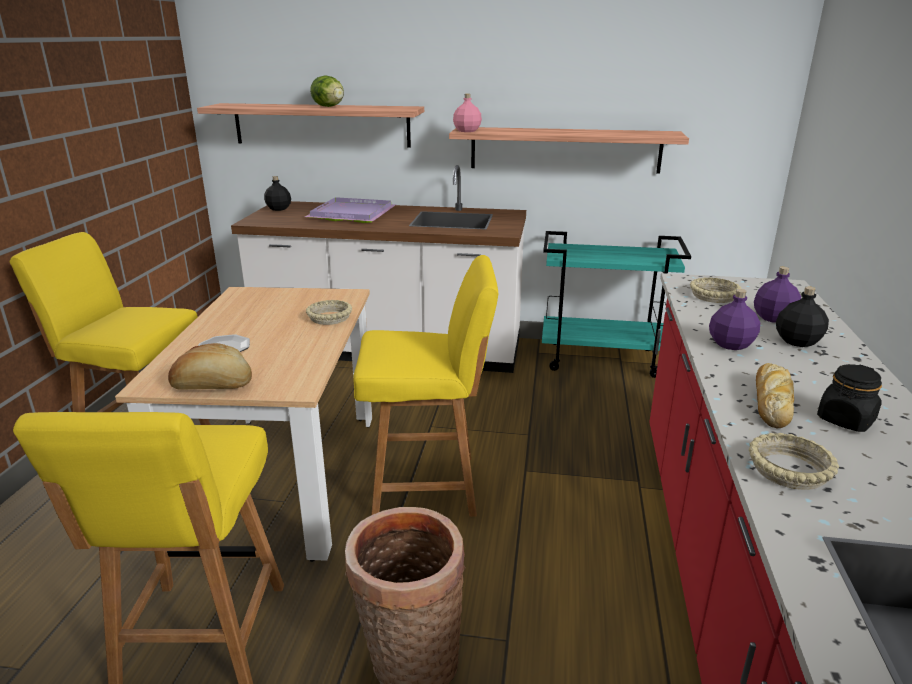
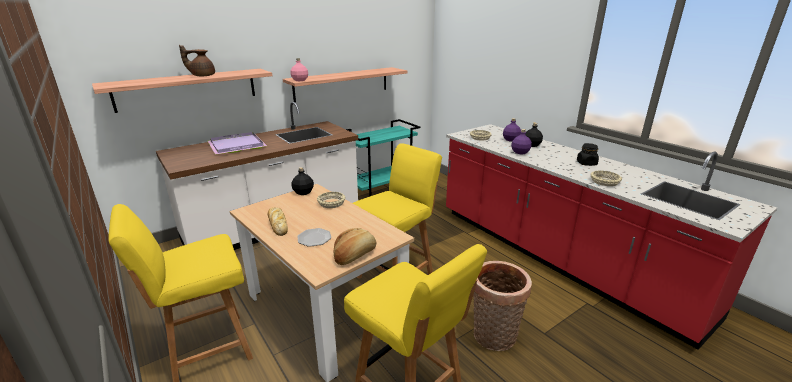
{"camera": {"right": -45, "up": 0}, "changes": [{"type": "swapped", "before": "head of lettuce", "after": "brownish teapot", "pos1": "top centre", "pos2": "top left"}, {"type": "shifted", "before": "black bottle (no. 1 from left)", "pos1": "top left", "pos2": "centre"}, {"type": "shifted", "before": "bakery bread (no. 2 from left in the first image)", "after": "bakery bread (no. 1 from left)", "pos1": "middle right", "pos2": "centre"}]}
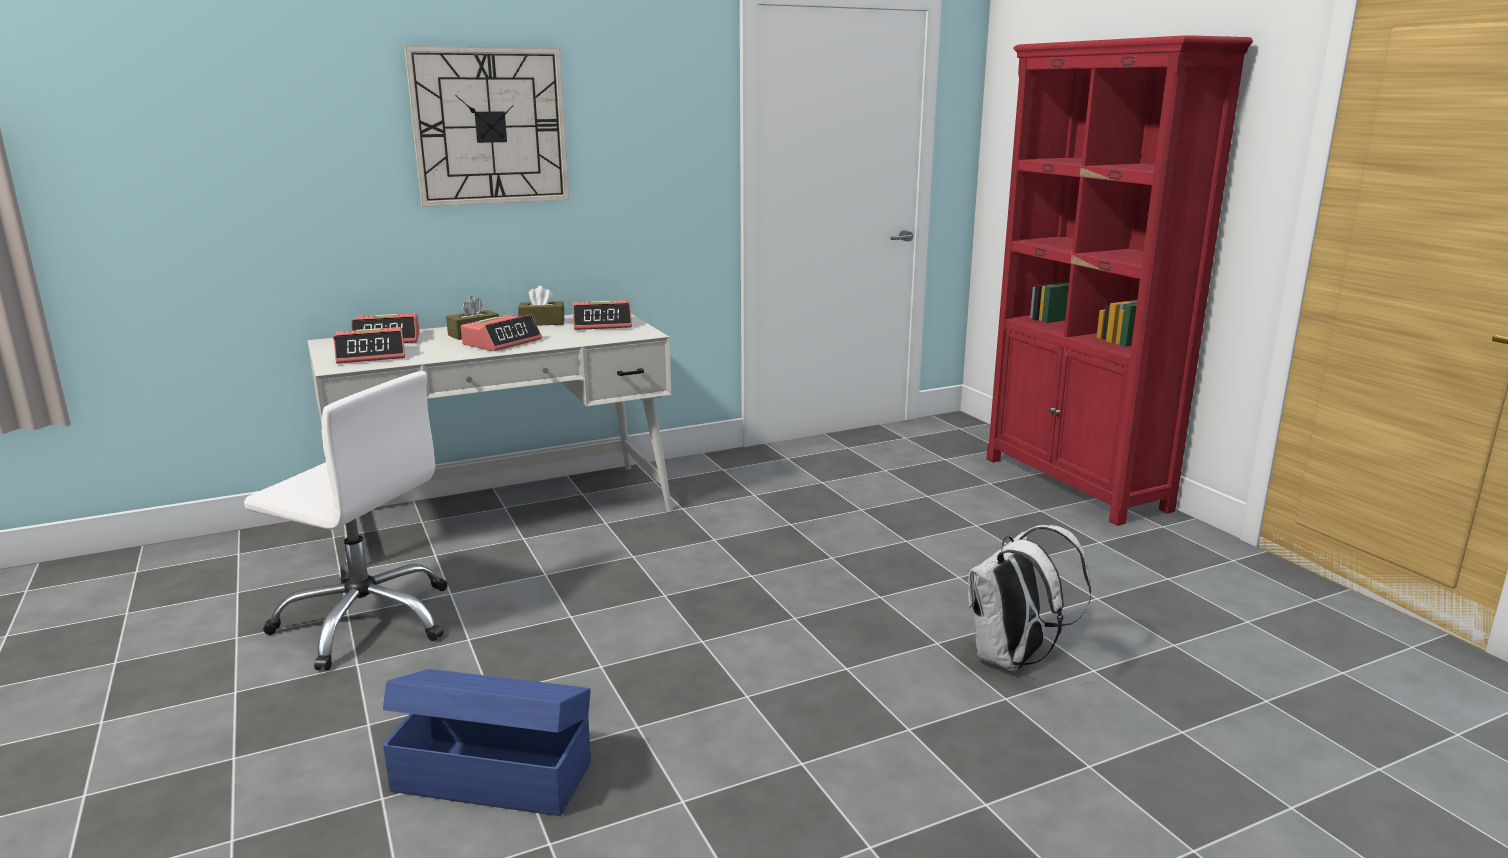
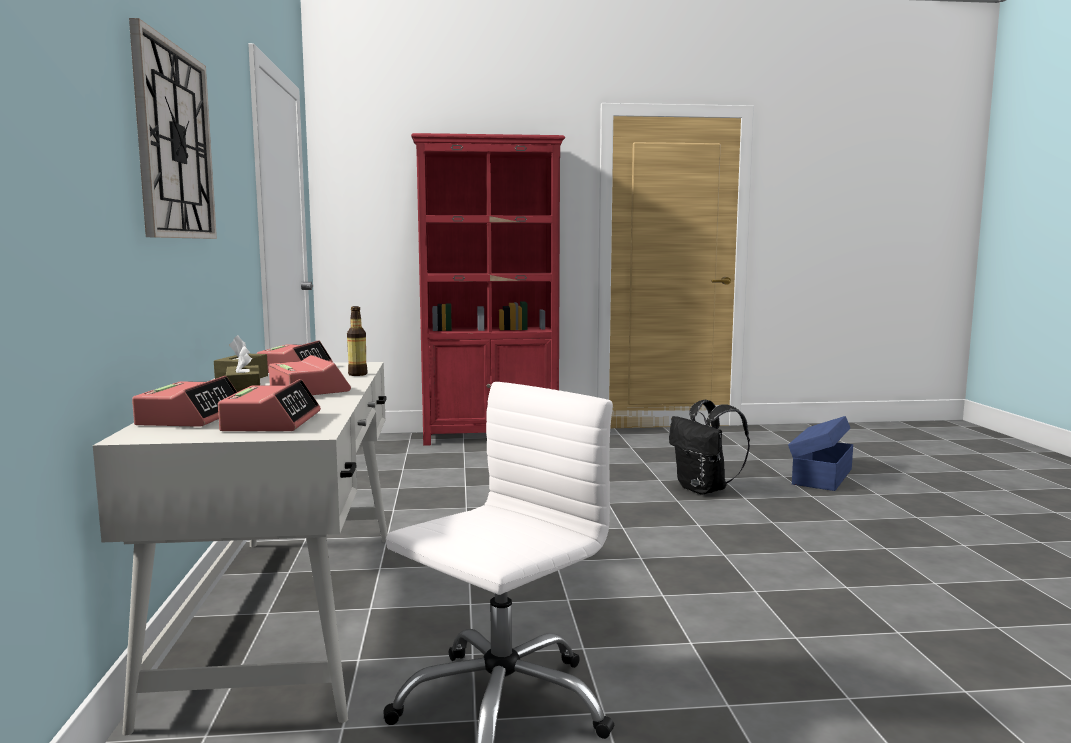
{"camera": {"right": -70, "up": -10}, "changes": [{"type": "repainted", "before": "whitish backpack", "after": "black backpack", "pos1": "bottom right", "pos2": "centre"}, {"type": "shifted", "before": "blue storage container", "pos1": "bottom left", "pos2": "middle right"}, {"type": "new", "after": "bottle", "pos2": "centre"}]}
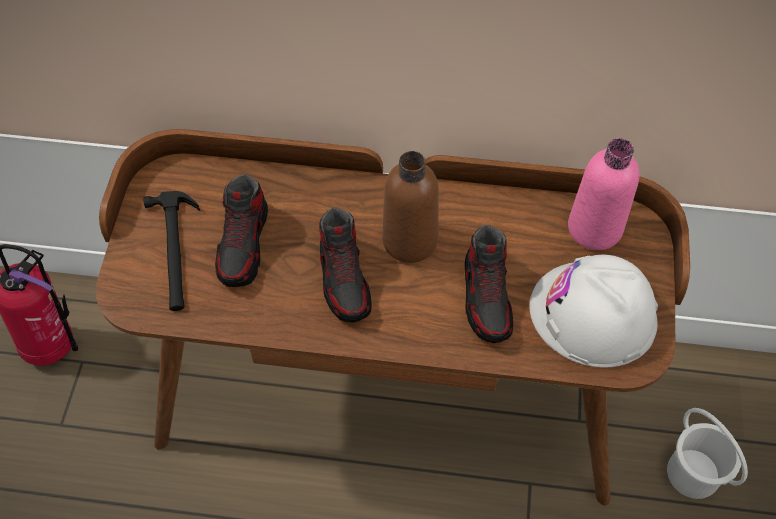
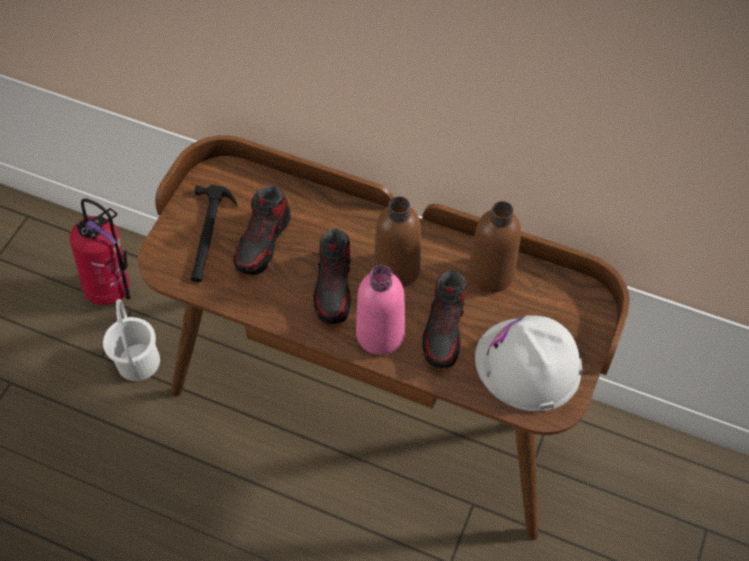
{"camera": {"right": 15, "up": 0}, "changes": [{"type": "shifted", "before": "pink-coloured bottle", "pos1": "middle right", "pos2": "centre"}, {"type": "shifted", "before": "whitish pail", "pos1": "bottom right", "pos2": "middle left"}, {"type": "new", "after": "brownish bottle (no. 2 from left)", "pos2": "centre"}]}
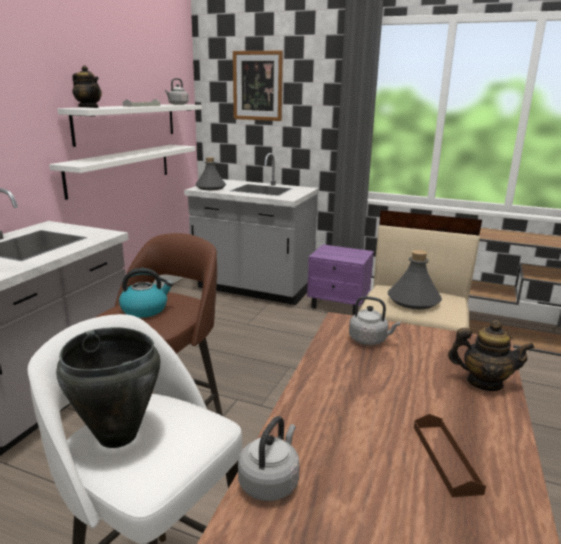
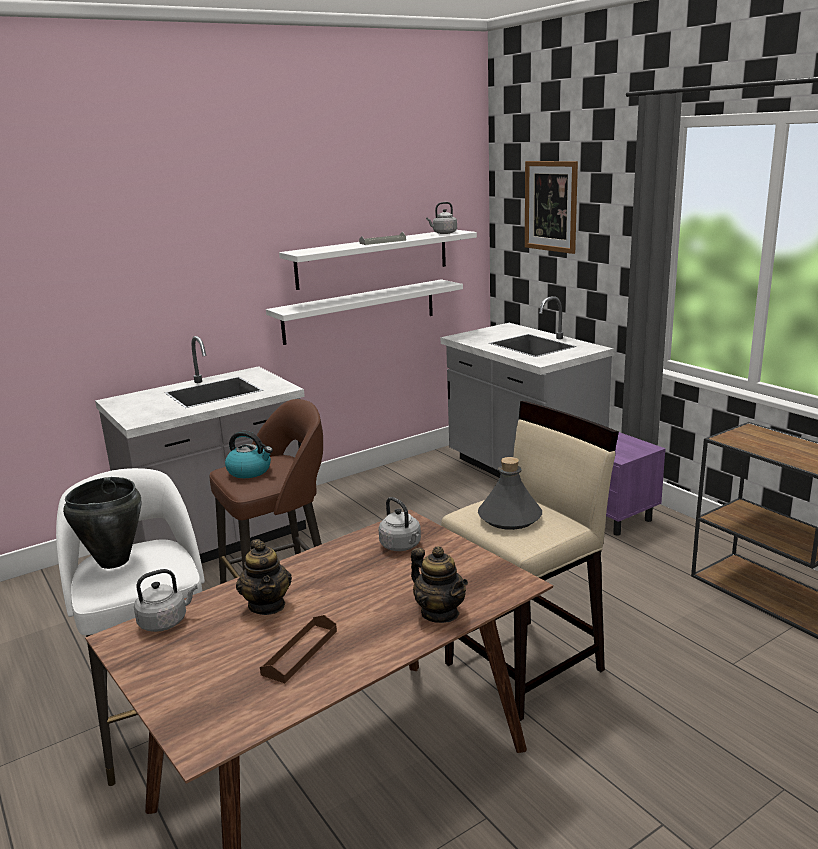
{"camera": {"right": 35, "up": 0}, "changes": [{"type": "shifted", "before": "teapot (no. 1 from left)", "pos1": "top left", "pos2": "bottom left"}, {"type": "gone", "before": "grey bottle (no. 1 from left)", "pos1": "top centre"}]}
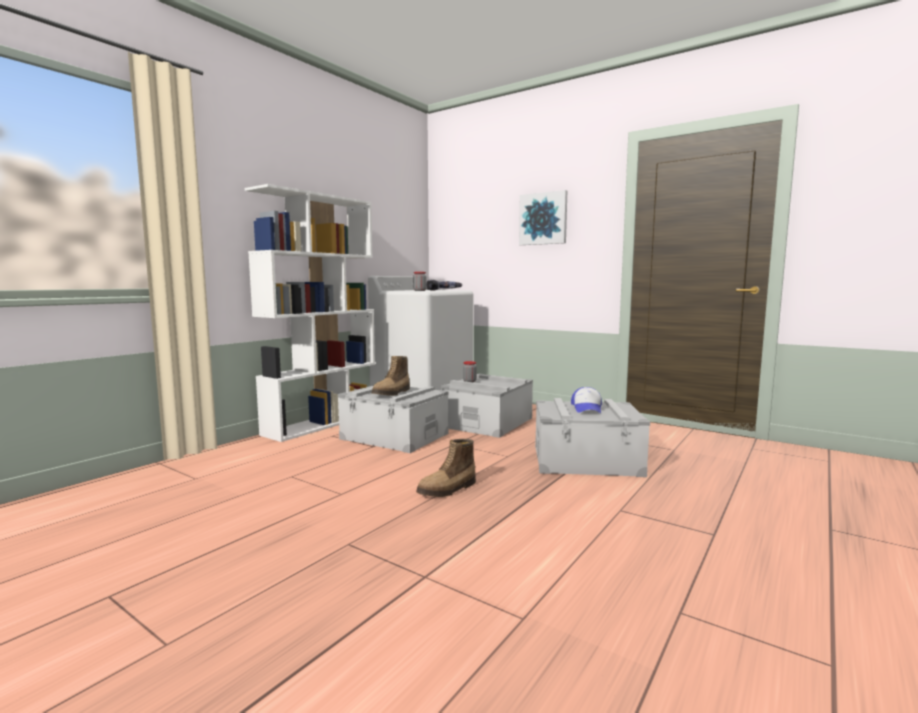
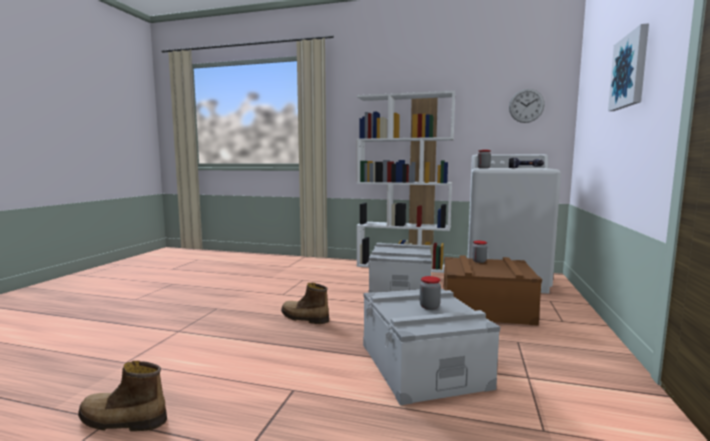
{"camera": {"right": 70, "up": 0}, "changes": [{"type": "shifted", "before": "high-top boot (no. 1 from left)", "pos1": "centre", "pos2": "bottom left"}, {"type": "repainted", "before": "grey storage container (no. 2 from left)", "after": "brownish storage container", "pos1": "centre", "pos2": "middle right"}, {"type": "swapped", "before": "cap", "after": "storage jar (no. 1 from left)", "pos1": "centre", "pos2": "centre"}, {"type": "new", "after": "hanging clock", "pos2": "top right"}]}
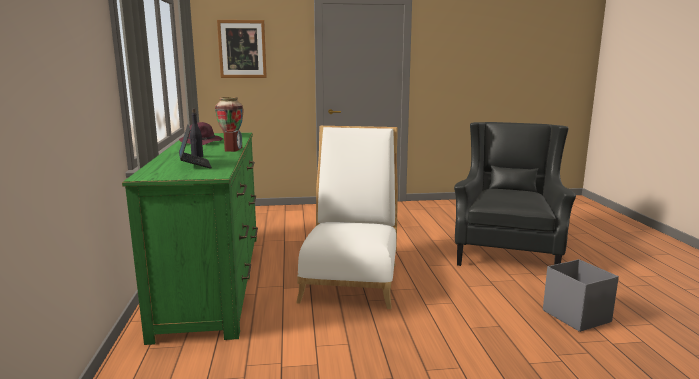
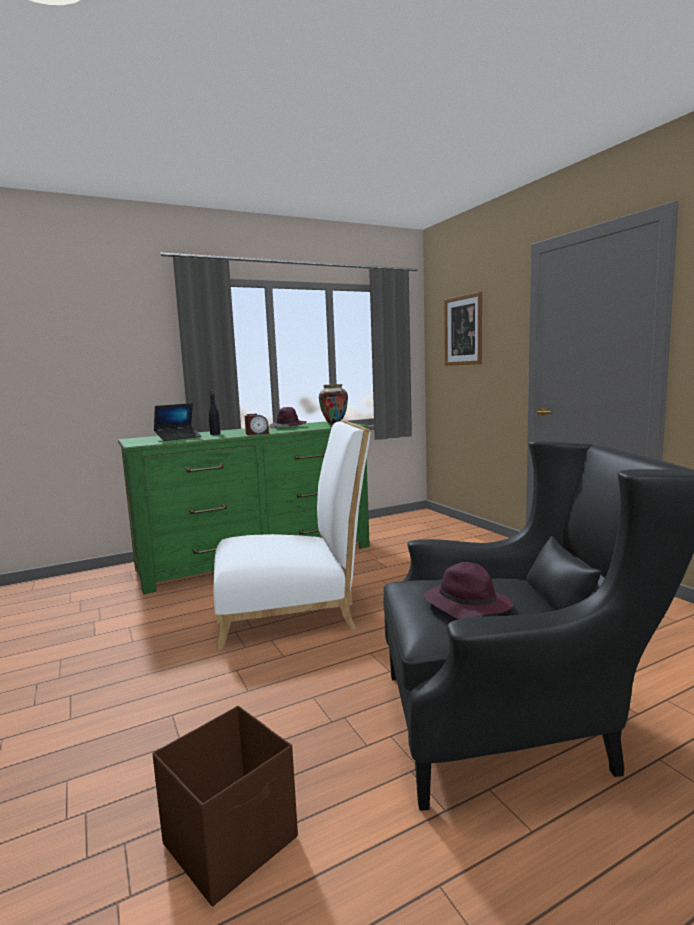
{"camera": {"right": 70, "up": -5}, "changes": [{"type": "repainted", "before": "grey storage container", "after": "brownish storage container", "pos1": "bottom right", "pos2": "bottom left"}, {"type": "new", "after": "purplish wearable hat (no. 2 from left)", "pos2": "middle right"}]}
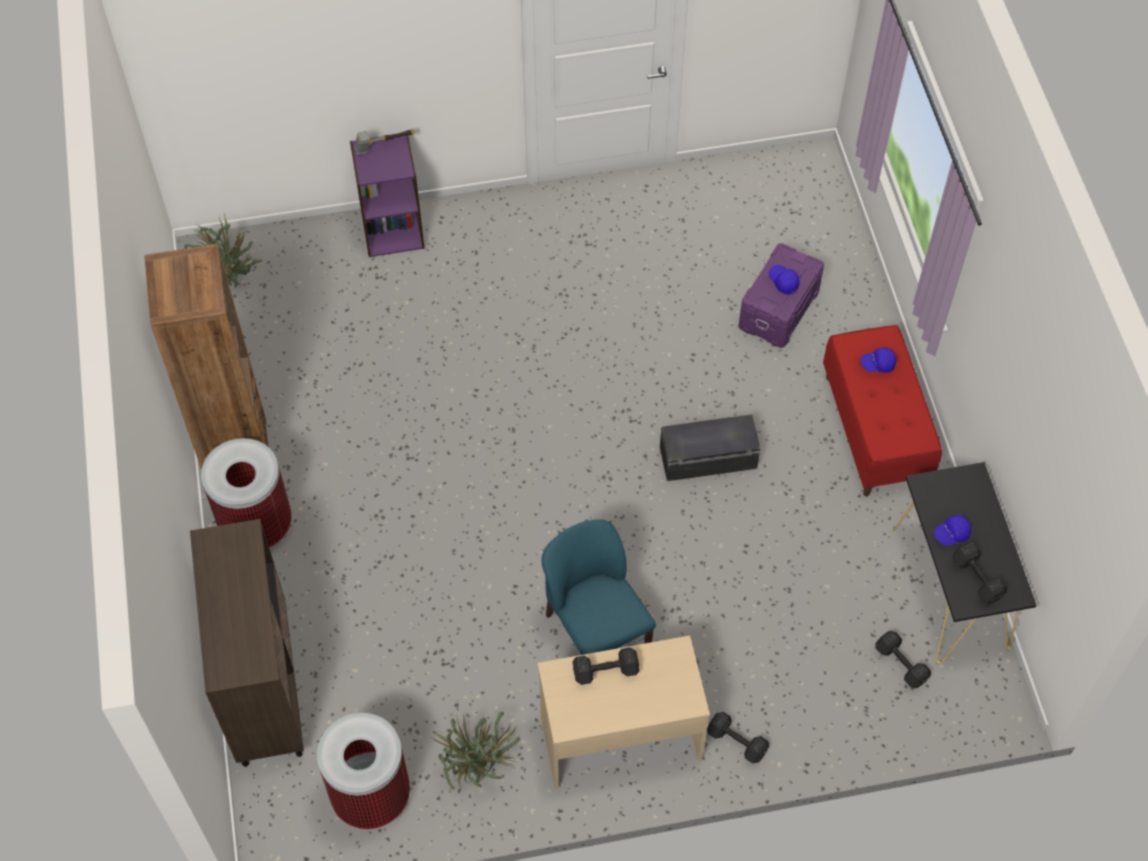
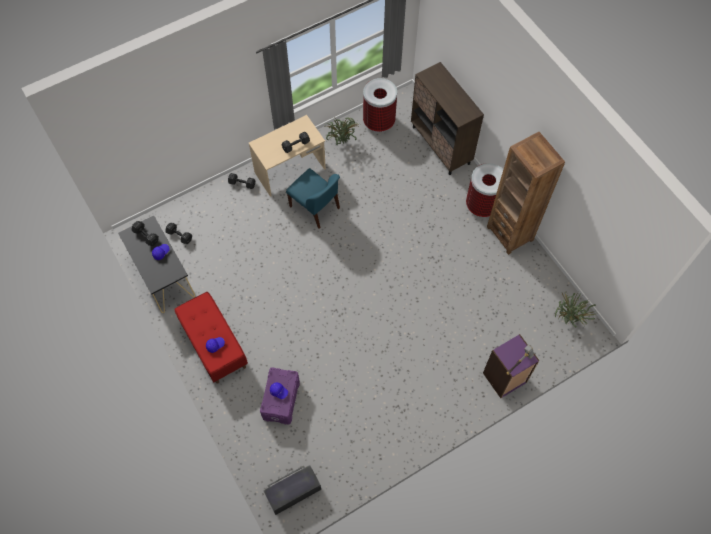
{"camera": {"right": 160, "up": 5}, "changes": [{"type": "shifted", "before": "black storage container", "pos1": "centre", "pos2": "bottom centre"}]}
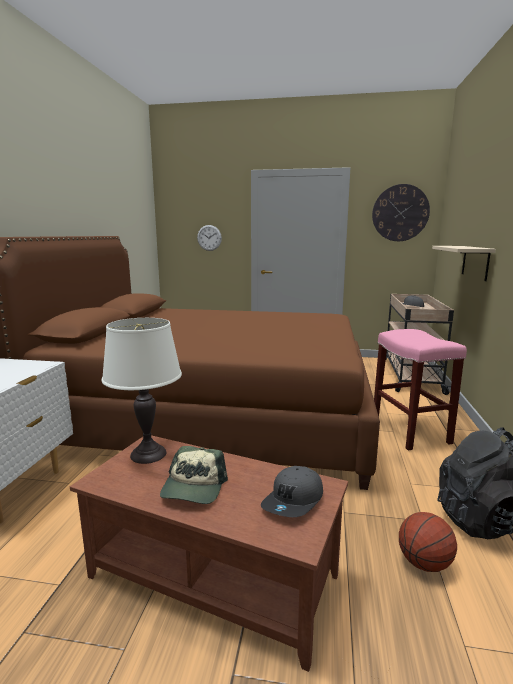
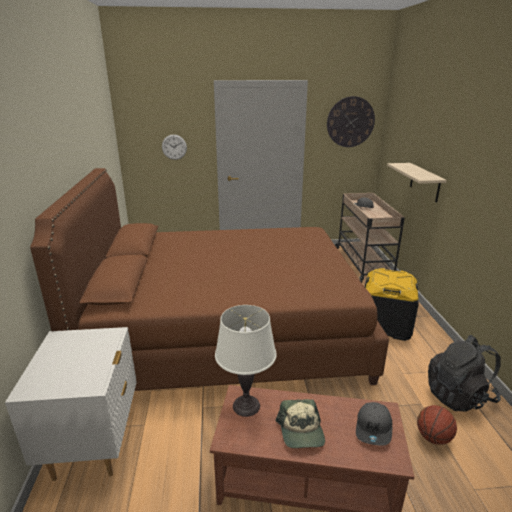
{"camera": {"right": -15, "up": 10}, "changes": [{"type": "swapped", "before": "pink-coloured stool seat", "after": "black storage container", "pos1": "middle right", "pos2": "middle right"}]}
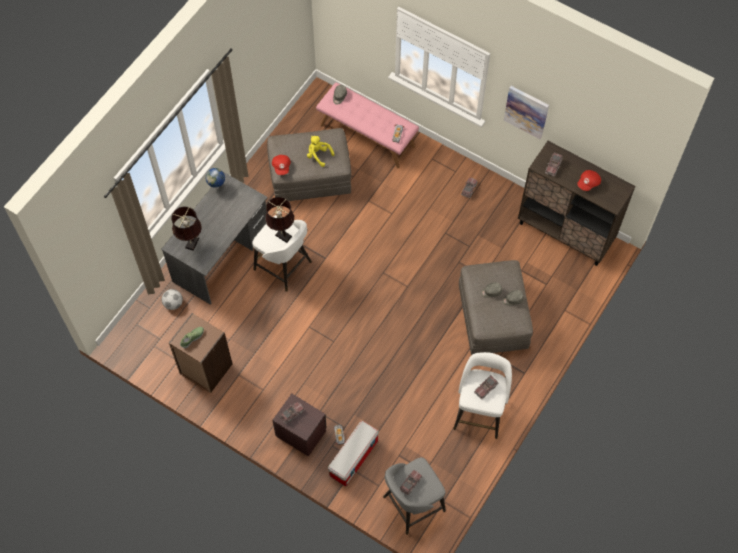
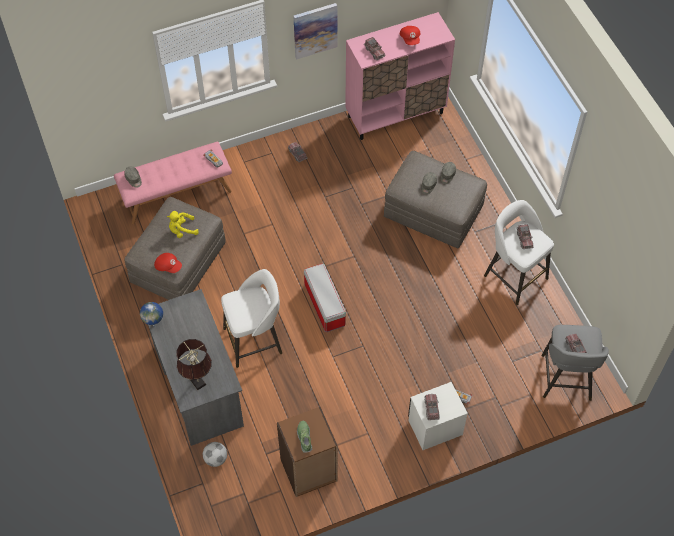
{"camera": {"right": -55, "up": -5}, "changes": [{"type": "repainted", "before": "brownish cabinet", "after": "pink-coloured cabinet", "pos1": "middle right", "pos2": "top centre"}, {"type": "gone", "before": "brownish lamp for a table (no. 2 from left)", "pos1": "centre"}, {"type": "repainted", "before": "brownish nightstand", "after": "whitish nightstand", "pos1": "bottom centre", "pos2": "bottom centre"}, {"type": "shifted", "before": "storage container", "pos1": "bottom centre", "pos2": "centre"}]}
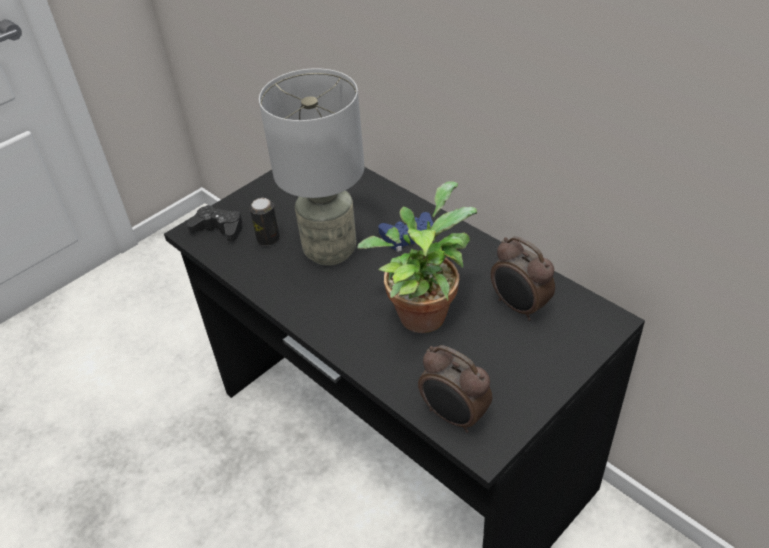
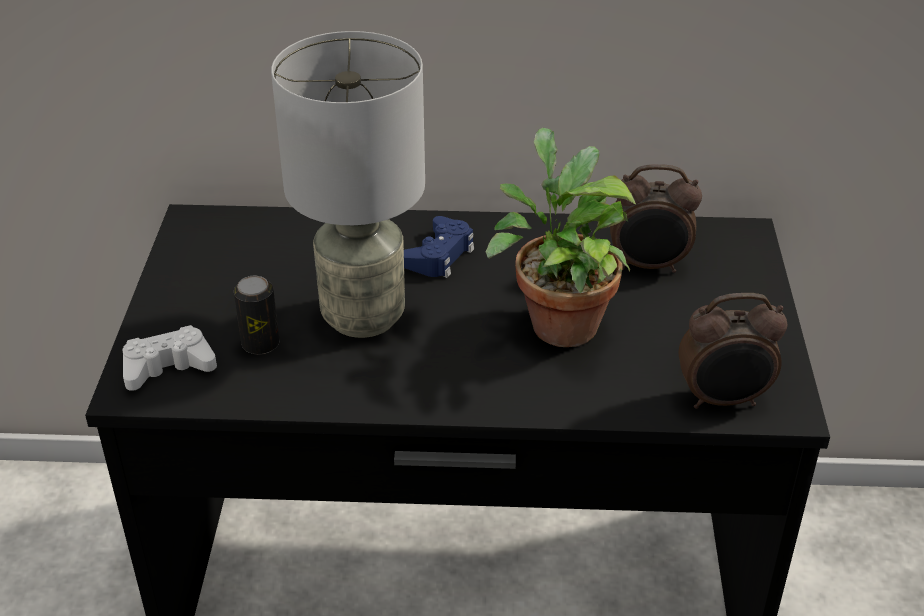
{"camera": {"right": -45, "up": -5}, "changes": [{"type": "repainted", "before": "black joypad", "after": "whitish joypad", "pos1": "middle left", "pos2": "middle left"}]}
